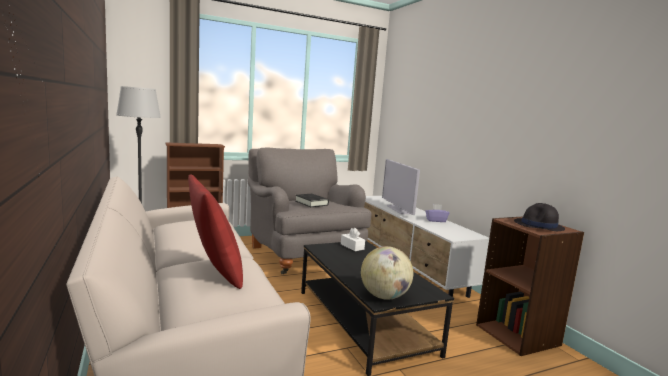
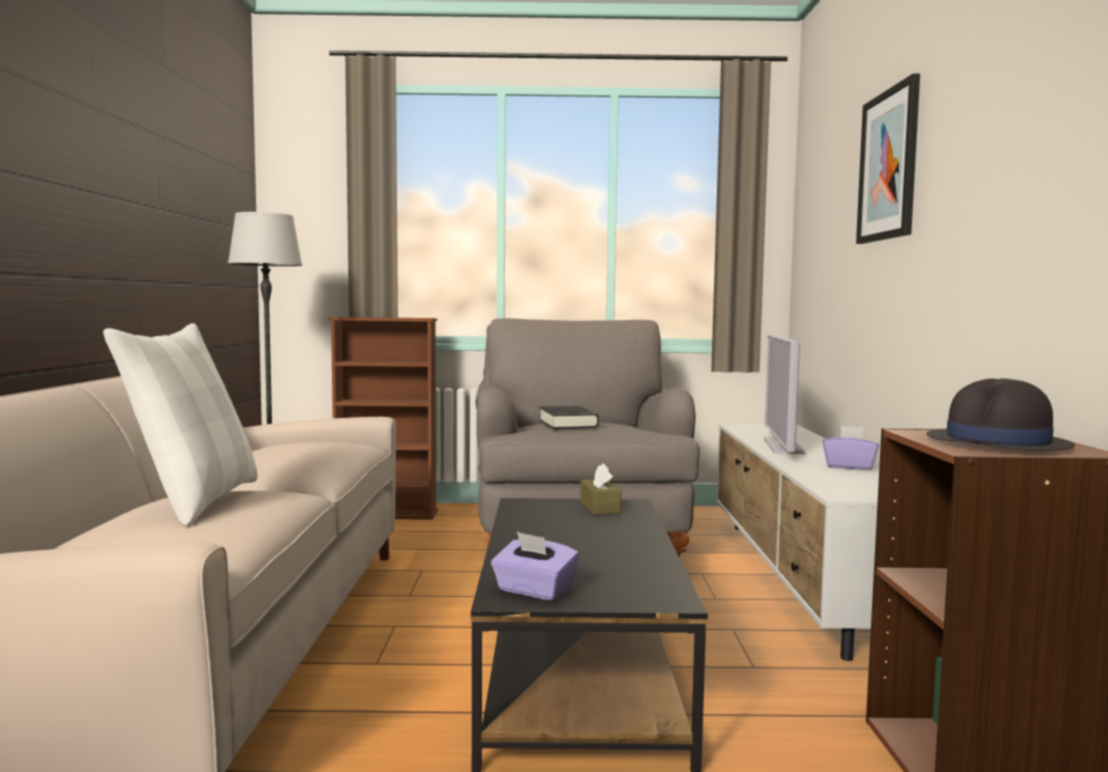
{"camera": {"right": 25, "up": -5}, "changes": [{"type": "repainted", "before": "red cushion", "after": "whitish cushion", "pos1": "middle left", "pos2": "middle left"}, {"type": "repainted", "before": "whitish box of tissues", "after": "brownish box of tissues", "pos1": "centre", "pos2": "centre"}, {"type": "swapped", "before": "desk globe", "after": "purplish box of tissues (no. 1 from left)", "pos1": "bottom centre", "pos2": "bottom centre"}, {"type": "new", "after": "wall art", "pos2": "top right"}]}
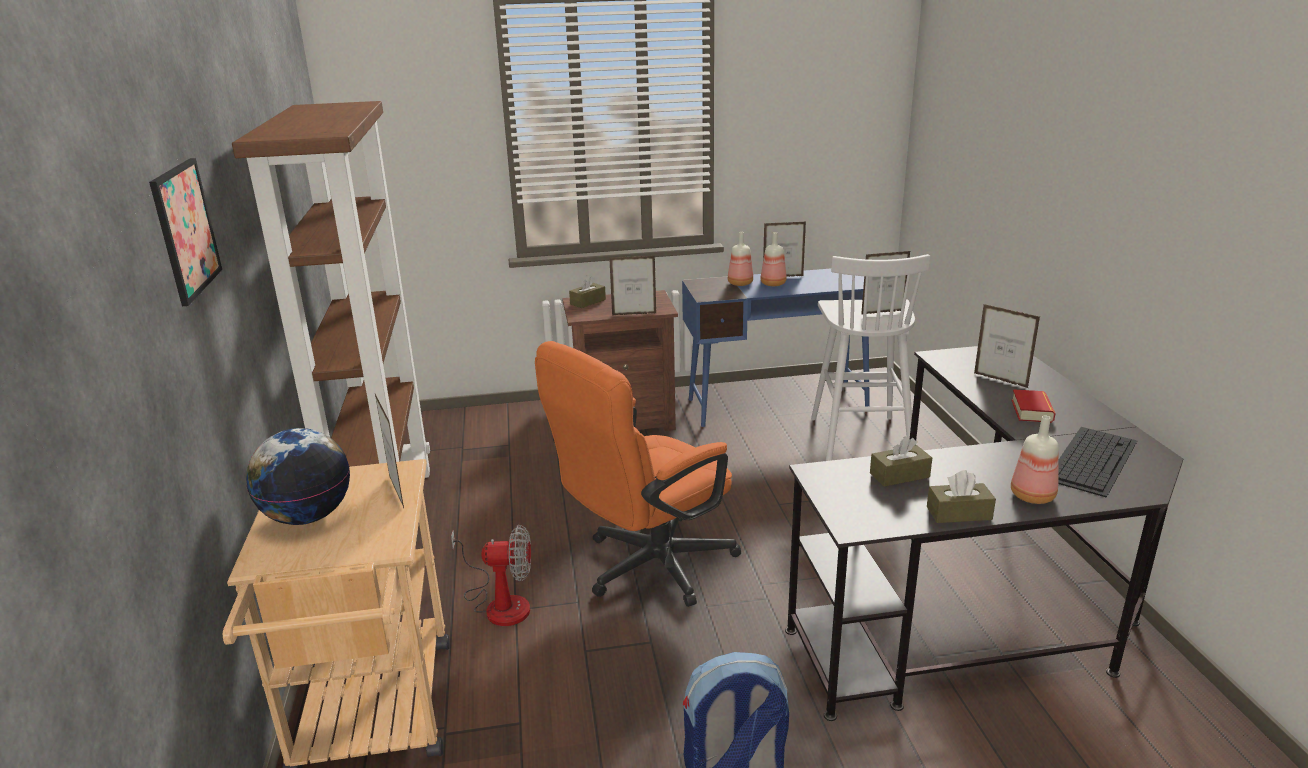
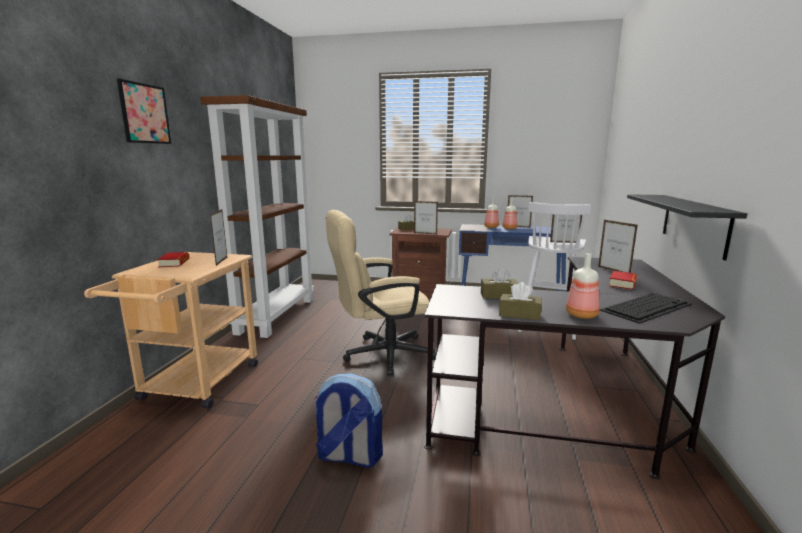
{"camera": {"right": 20, "up": -10}, "changes": [{"type": "repainted", "before": "orangey office chair", "after": "beige-coloured office chair", "pos1": "centre", "pos2": "centre"}, {"type": "swapped", "before": "desk globe", "after": "book (no. 1 from left)", "pos1": "middle left", "pos2": "middle left"}, {"type": "gone", "before": "cooling fan", "pos1": "bottom centre"}, {"type": "new", "after": "black bracket shelf", "pos2": "middle right"}]}
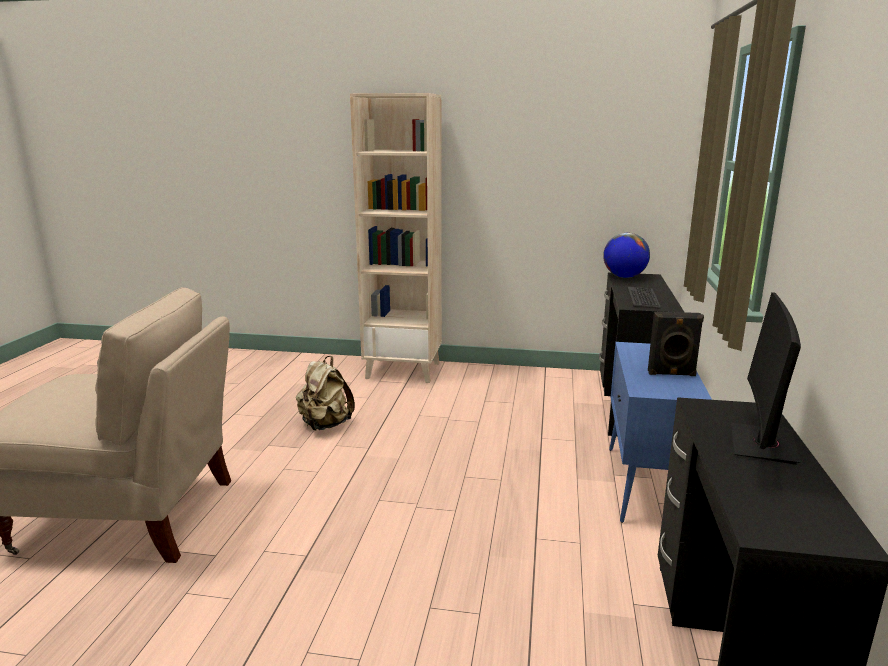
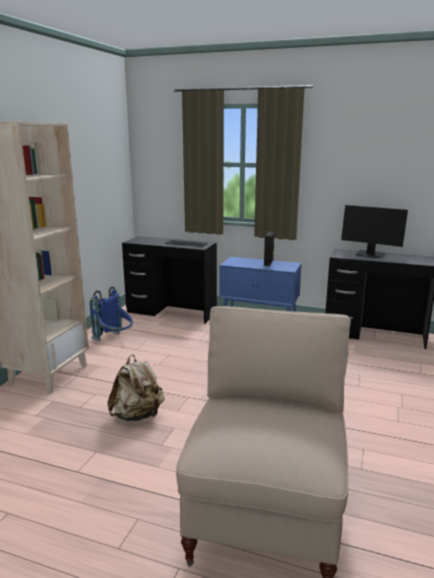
{"camera": {"right": -80, "up": 0}, "changes": [{"type": "gone", "before": "desk globe", "pos1": "middle right"}, {"type": "new", "after": "blue backpack", "pos2": "middle left"}]}
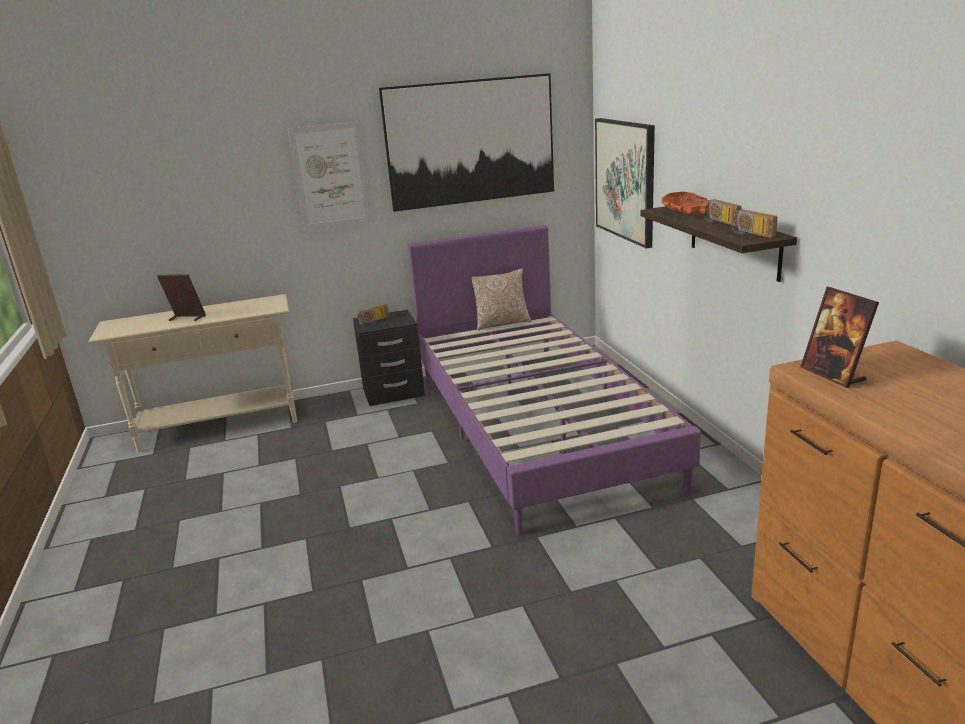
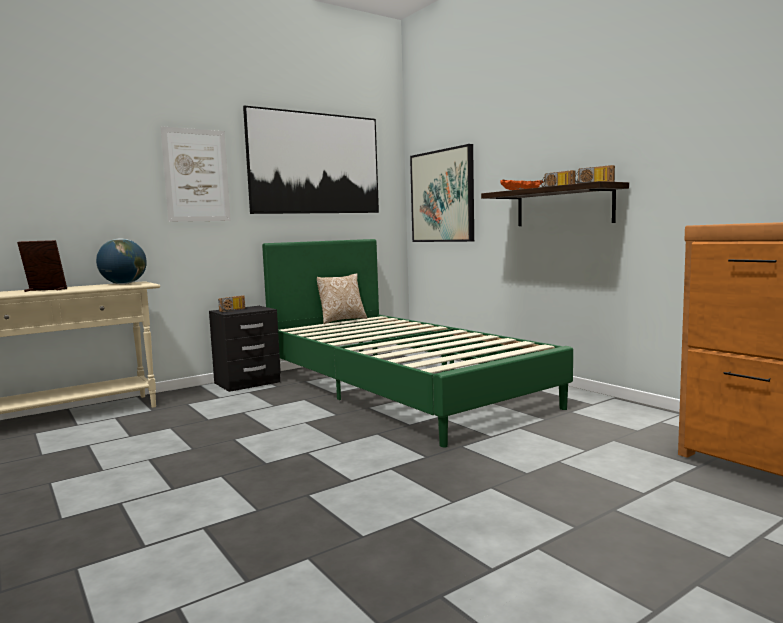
{"camera": {"right": -20, "up": -15}, "changes": [{"type": "repainted", "before": "purplish sleeping bed", "after": "greenish sleeping bed", "pos1": "centre", "pos2": "centre"}, {"type": "gone", "before": "standing frame (no. 2 from left)", "pos1": "middle right"}, {"type": "new", "after": "desk globe", "pos2": "middle left"}]}
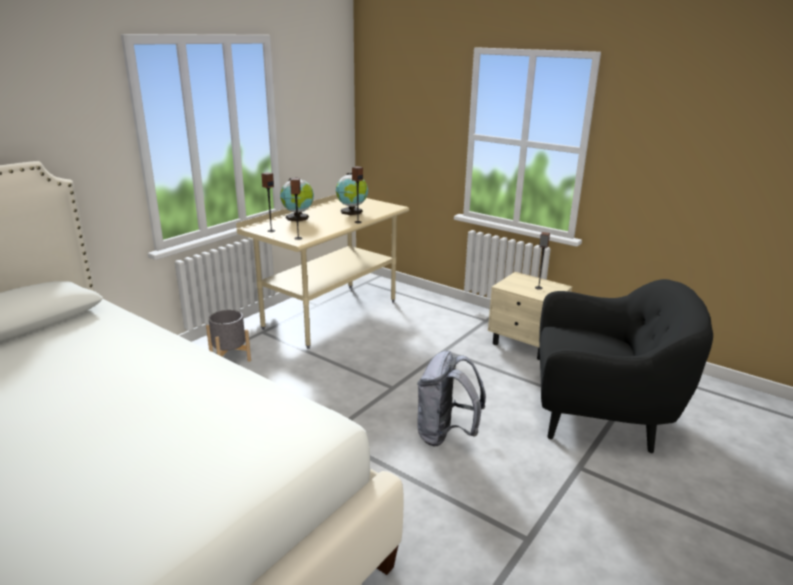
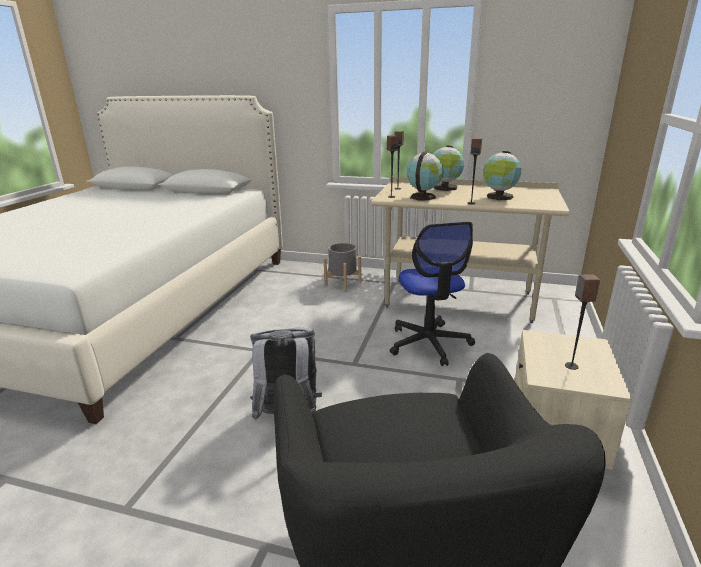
{"camera": {"right": 70, "up": 0}, "changes": [{"type": "new", "after": "desk globe (no. 1 from left)", "pos2": "top centre"}, {"type": "new", "after": "office chair", "pos2": "centre"}]}
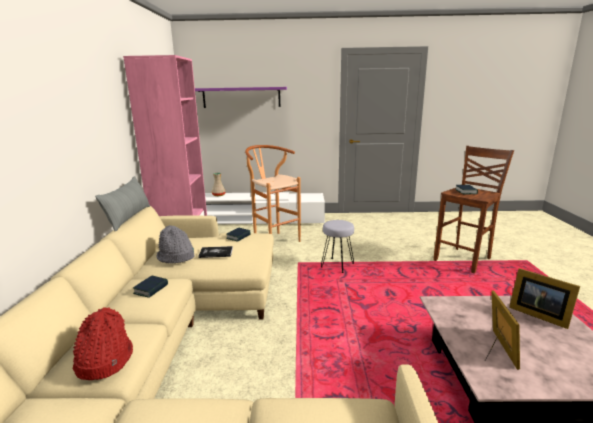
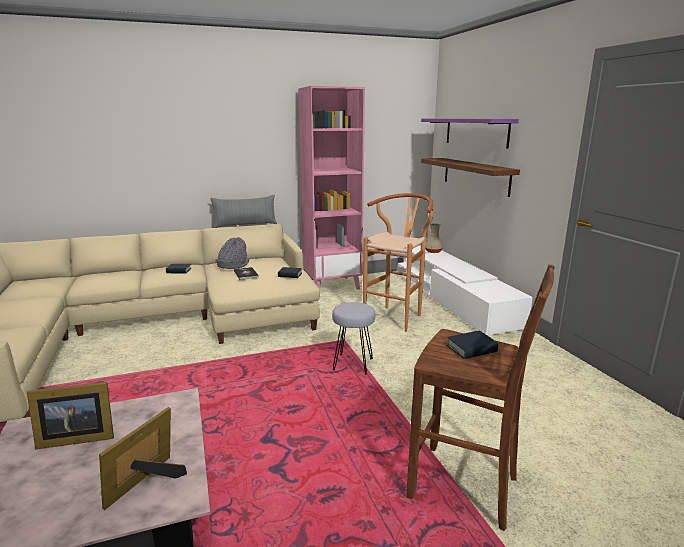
{"camera": {"right": 70, "up": 0}, "changes": [{"type": "gone", "before": "red wearable hat", "pos1": "bottom left"}, {"type": "new", "after": "brownish bracket shelf", "pos2": "top right"}]}
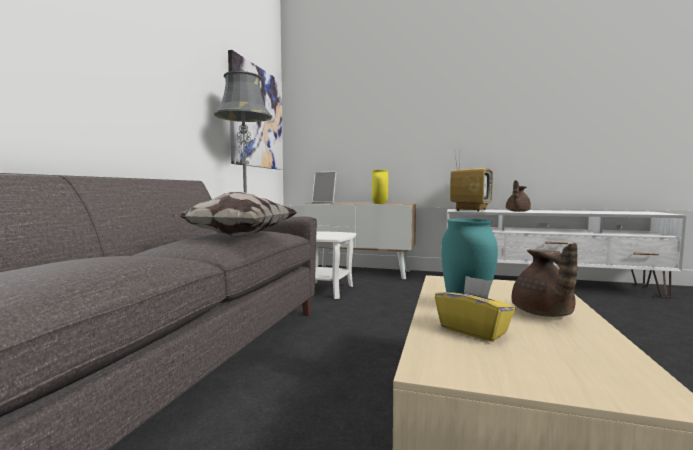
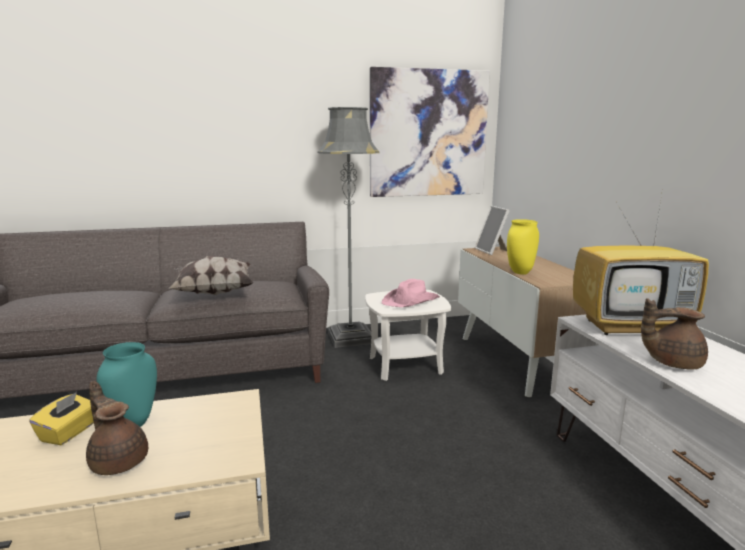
{"camera": {"right": 60, "up": 10}, "changes": [{"type": "rotated", "before": "brownish teapot (no. 2 from left in the first image)", "pos1": "middle right", "pos2": "bottom left", "turn": 75}, {"type": "new", "after": "pink-coloured wearable hat", "pos2": "centre"}]}
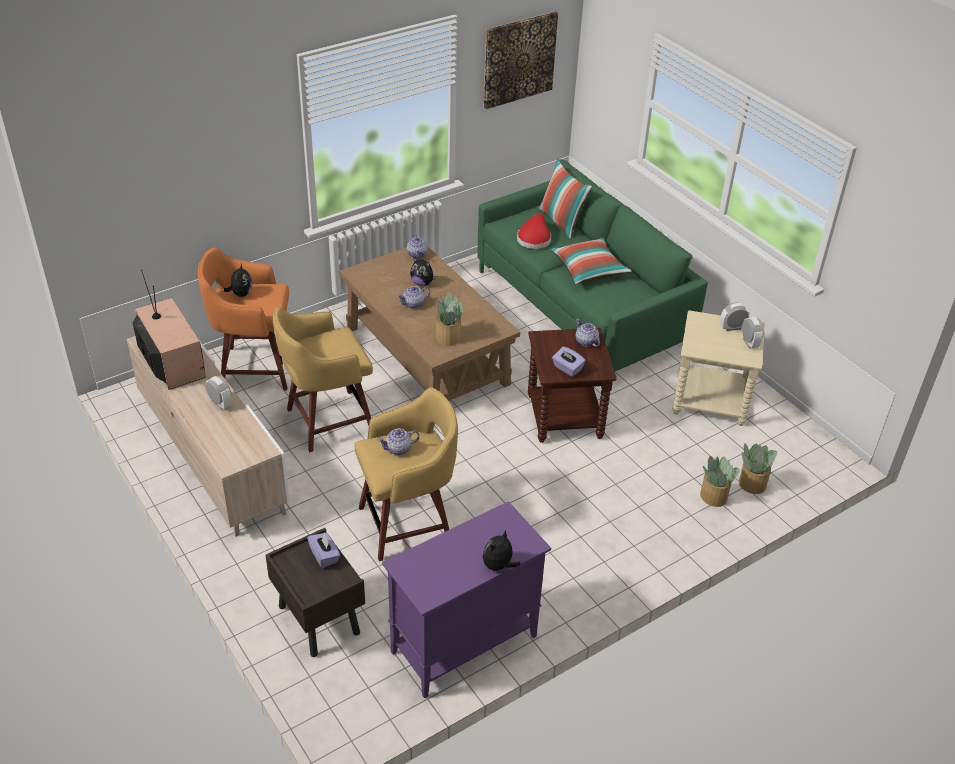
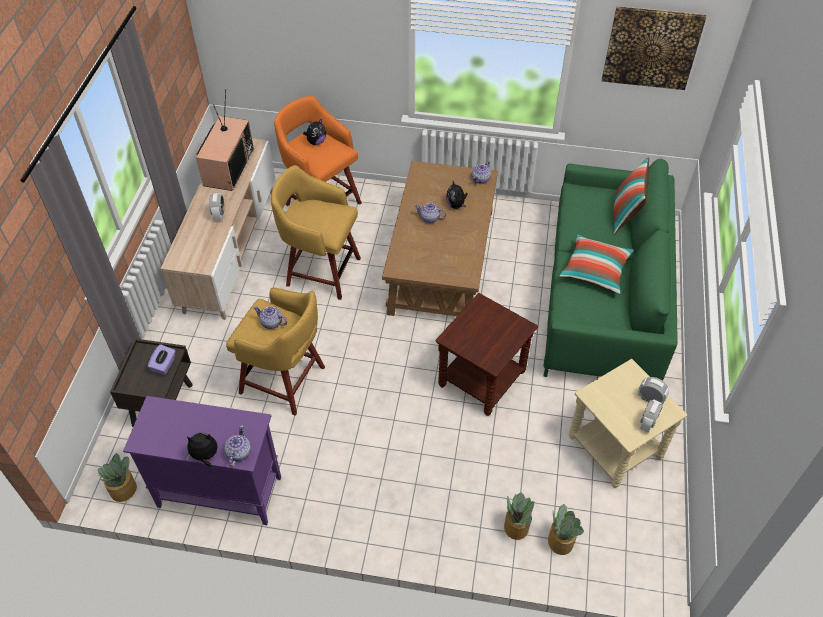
{"camera": {"right": 45, "up": 10}, "changes": [{"type": "gone", "before": "red wearable hat", "pos1": "top centre"}, {"type": "shifted", "before": "potted plant (no. 1 from left)", "pos1": "centre", "pos2": "bottom left"}, {"type": "shifted", "before": "teapot (no. 4 from left in the first image)", "after": "teapot (no. 1 from left)", "pos1": "centre", "pos2": "bottom left"}, {"type": "gone", "before": "purplish box of tissues (no. 2 from left)", "pos1": "centre"}]}
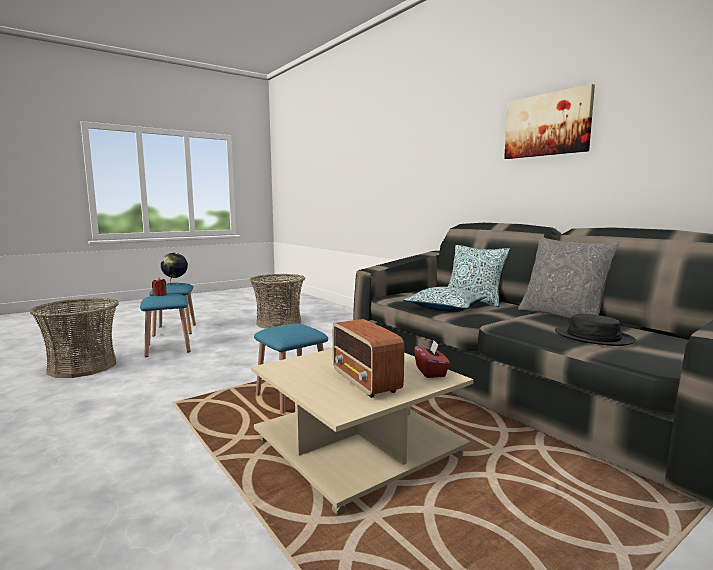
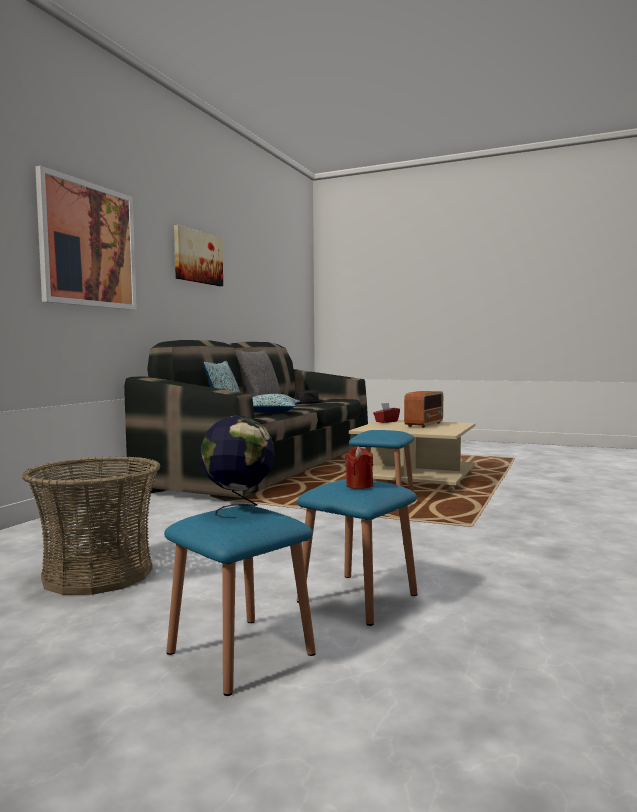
{"camera": {"right": -120, "up": -5}, "changes": [{"type": "gone", "before": "household basket (no. 1 from left)", "pos1": "middle left"}, {"type": "new", "after": "wall art (no. 1 from left)", "pos2": "top left"}]}
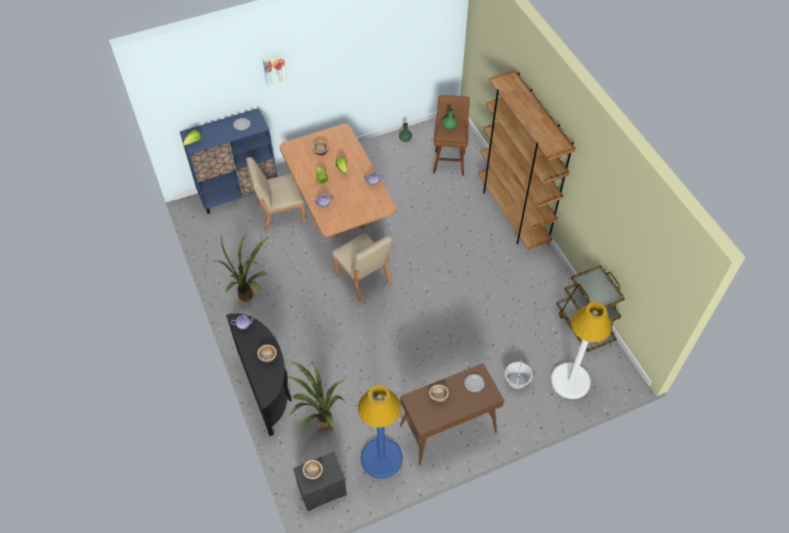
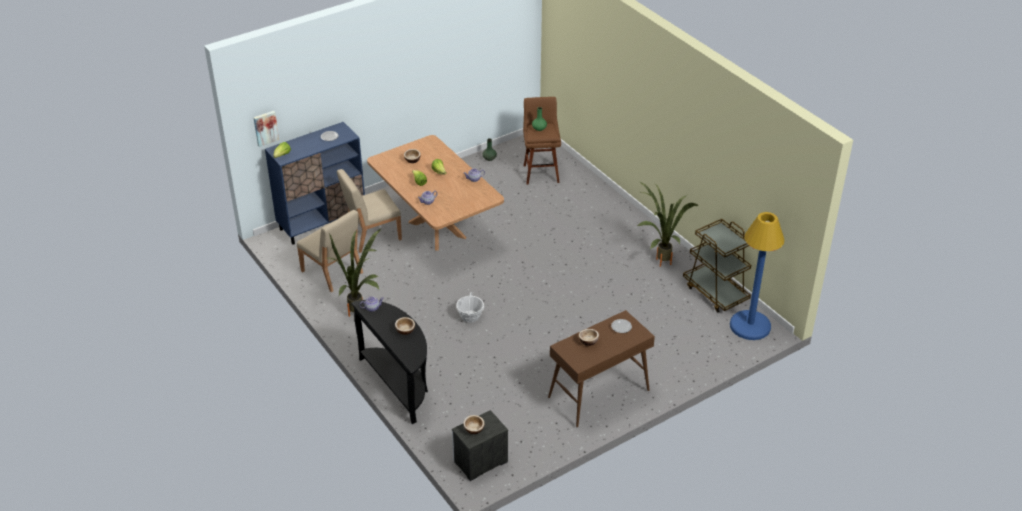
{"camera": {"right": -10, "up": -15}, "changes": [{"type": "shifted", "before": "wall art", "pos1": "top centre", "pos2": "top left"}, {"type": "gone", "before": "brownish bookcase", "pos1": "top right"}, {"type": "shifted", "before": "beige-coloured upright chair (no. 2 from left in the first image)", "after": "beige-coloured upright chair (no. 1 from left)", "pos1": "centre", "pos2": "middle left"}, {"type": "gone", "before": "whitish standard lamp", "pos1": "middle right"}, {"type": "shifted", "before": "household basket", "pos1": "bottom centre", "pos2": "centre"}, {"type": "shifted", "before": "potted plant (no. 2 from left)", "pos1": "bottom centre", "pos2": "centre"}, {"type": "shifted", "before": "blue standard lamp", "pos1": "bottom centre", "pos2": "middle right"}]}
